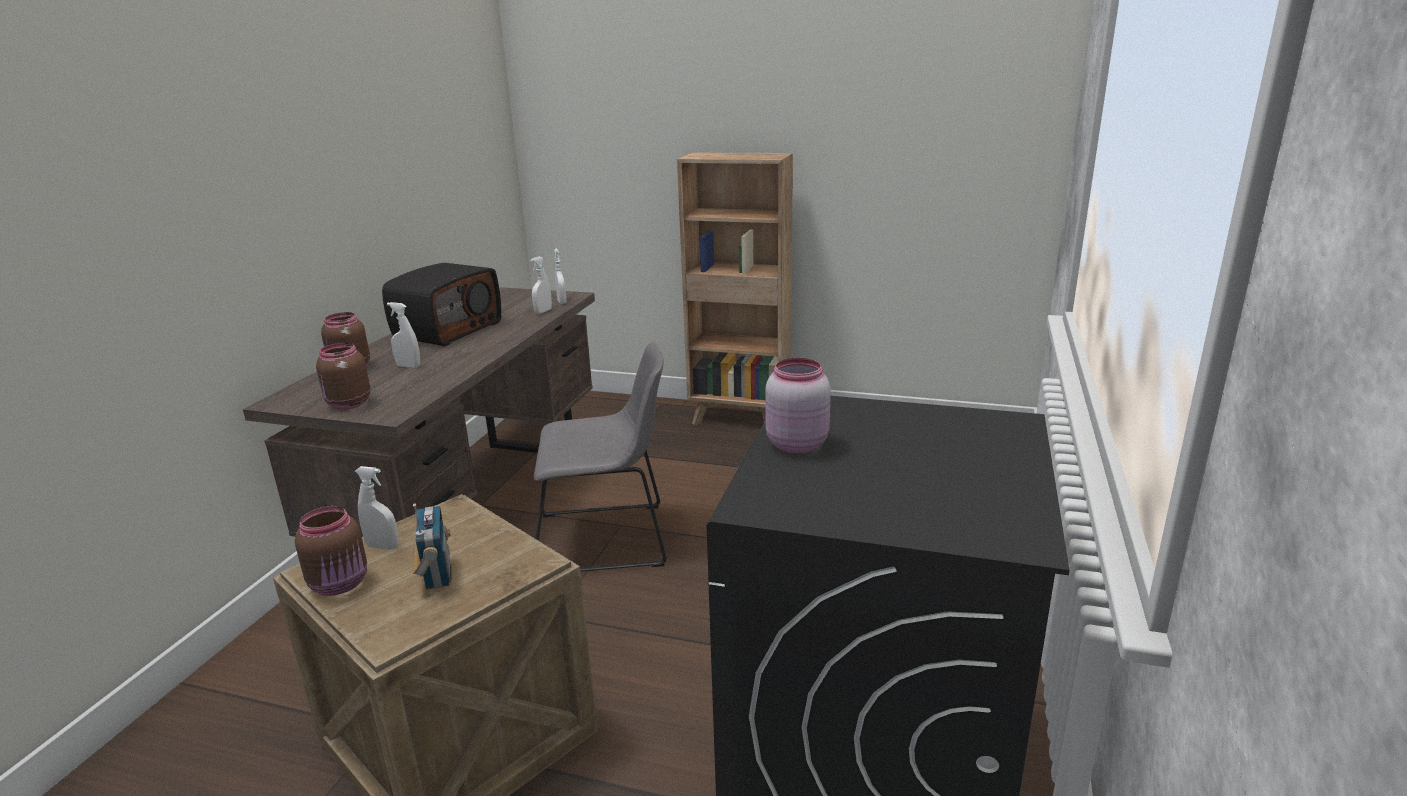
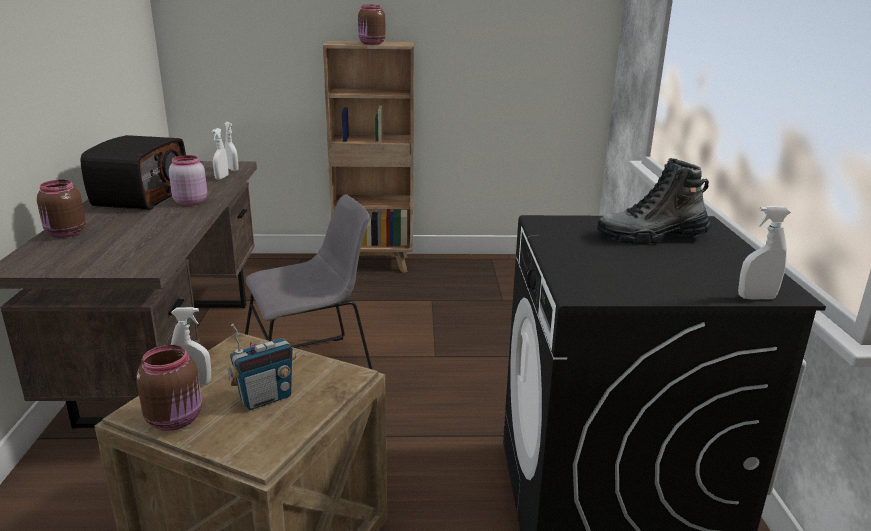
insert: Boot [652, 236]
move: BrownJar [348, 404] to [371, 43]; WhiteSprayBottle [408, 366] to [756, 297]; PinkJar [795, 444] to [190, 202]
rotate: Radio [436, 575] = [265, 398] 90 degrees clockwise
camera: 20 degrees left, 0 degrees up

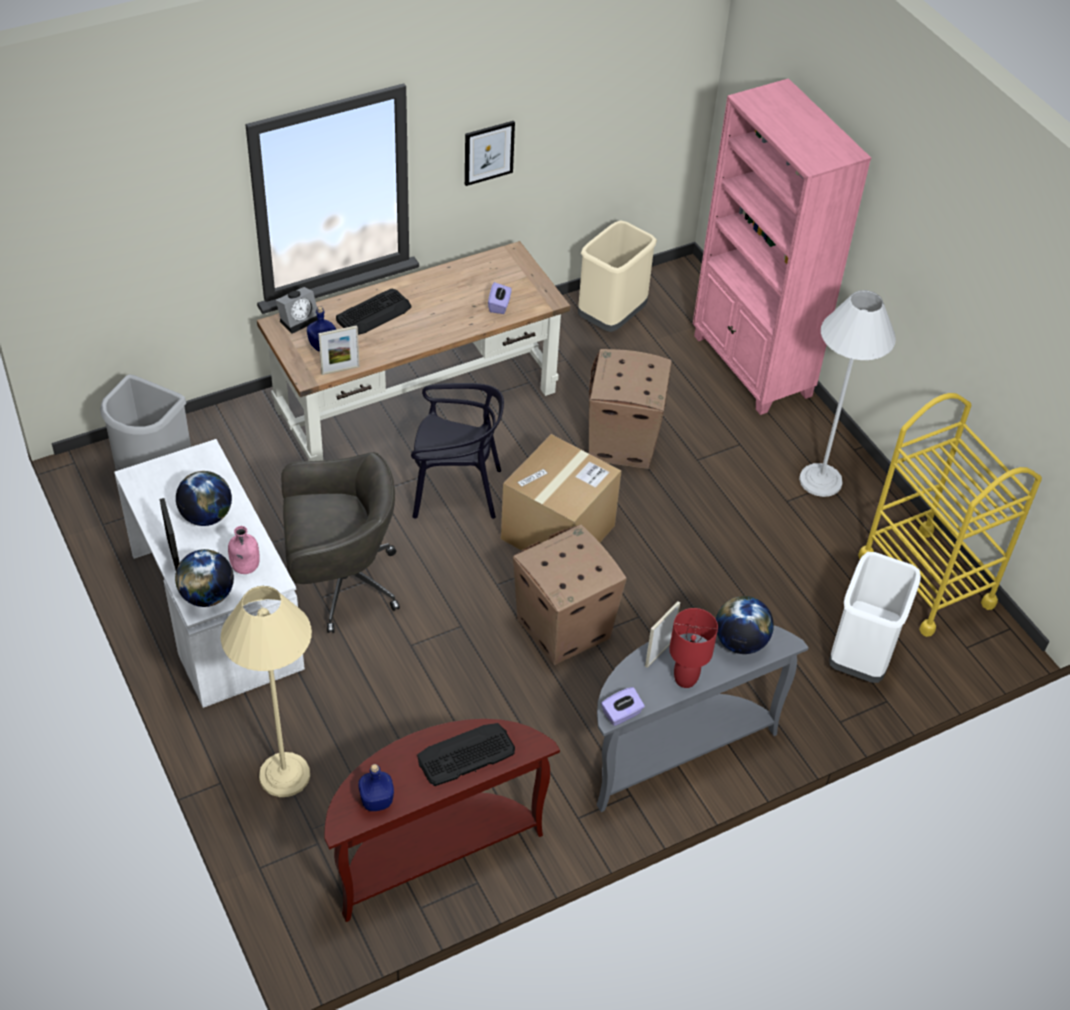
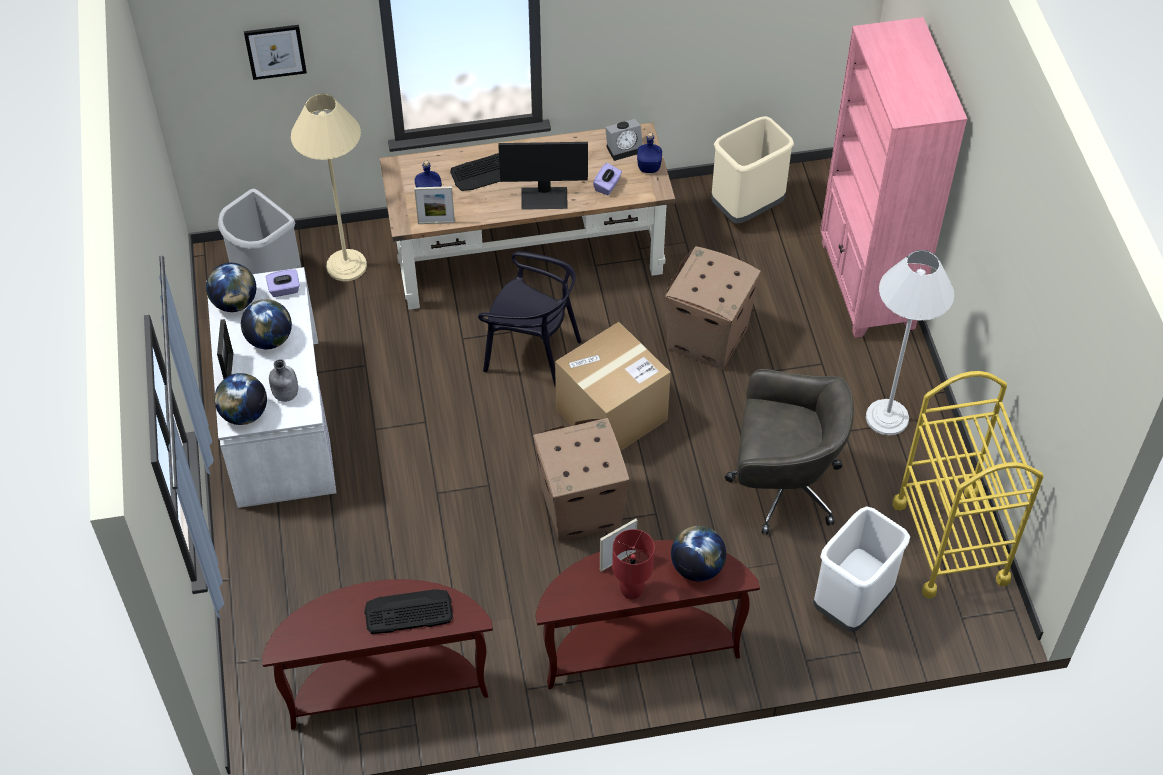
insert: Globe [235, 303]; Monitor [544, 197]
move: BeigeFloorLamp [284, 775] to [346, 266]; AlarmClock [299, 319] to [625, 148]; GreyOfficeChair [339, 584] to [782, 487]; BlueBottle [376, 800] to [649, 167]; Picture [488, 152] to [275, 51]; PurpleTissueBox [621, 714] to [284, 290]
recolor: PinkBottle [245, 567] to GreyBottle [285, 395]; GreyConsoleTable [675, 749] to BrownConsoleTable [639, 648]
camera: 20 degrees right, 5 degrees up

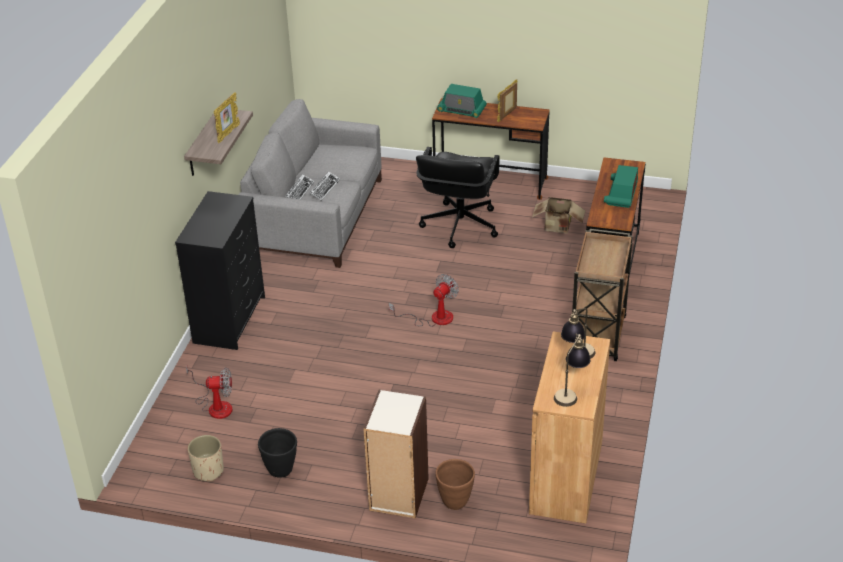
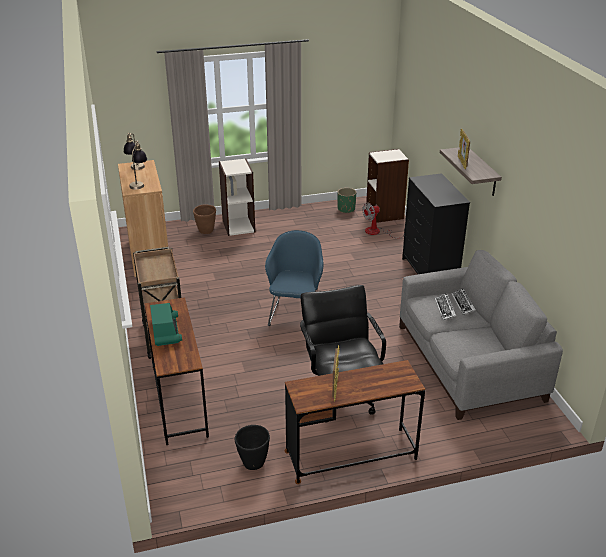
delete: Radio [461, 110]; CardboardBox [558, 228]
insert: Bookcase [385, 214]
move: BlackPlanter [281, 470] to [253, 463]
replace: Fan [433, 318] to BlueArmchair [295, 313]
recolor: BeigePlanter [208, 471] to GreenPlanter [346, 209]
camera: 150 degrees right, 5 degrees down

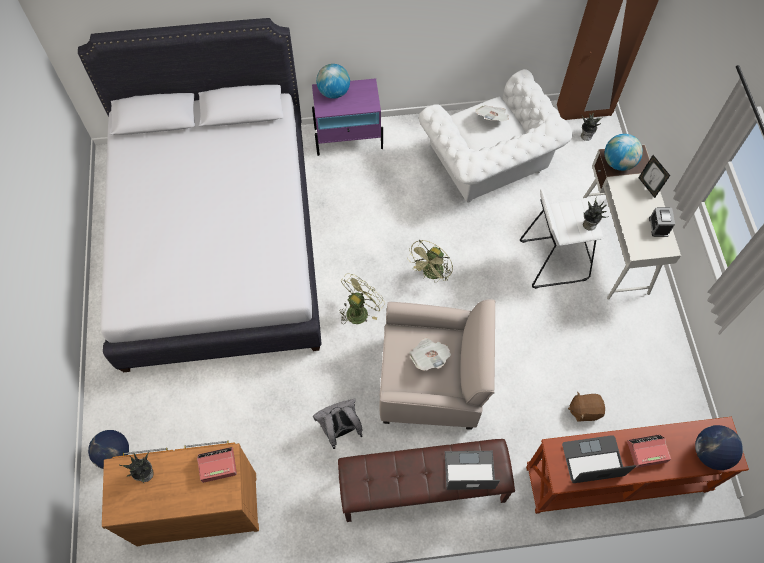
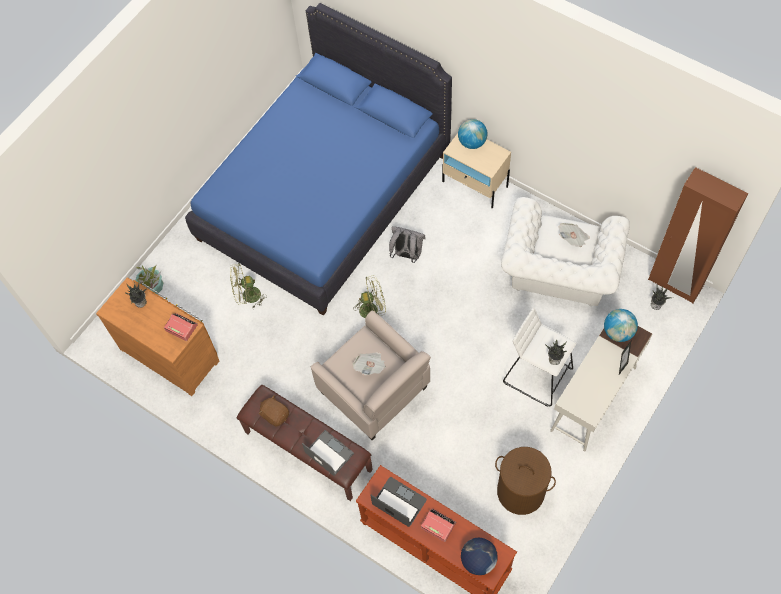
delete: AlarmClock [658, 226]
insert: BrownLaundryBasket [520, 492]
move: GreyBackpack [340, 429] to [407, 254]; GreenFan [431, 274] to [247, 297]; BrownPlushToy [584, 410] to [275, 415]
replace: Globe [114, 454] to PottedPlant [152, 286]
recolor: WhiteBed [217, 241] to BlueBed [323, 195]; PurpleNightstand [349, 138] to BeigeNightstand [475, 184]
camera: 45 degrees right, 0 degrees up

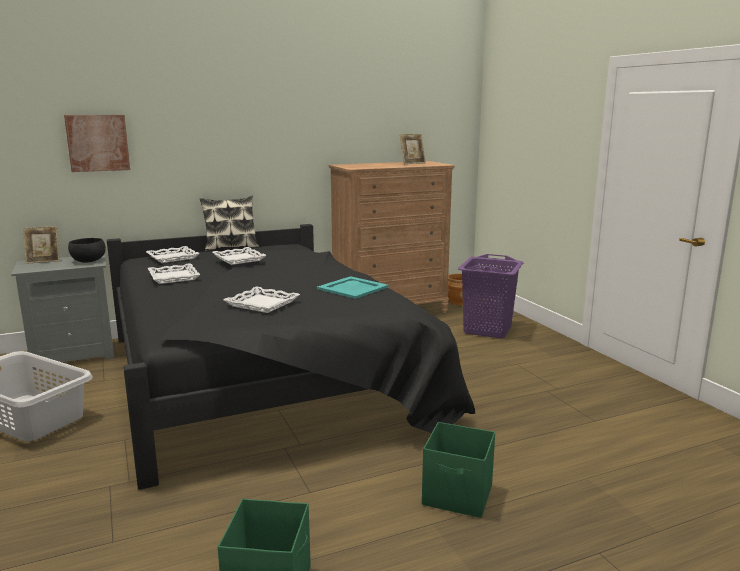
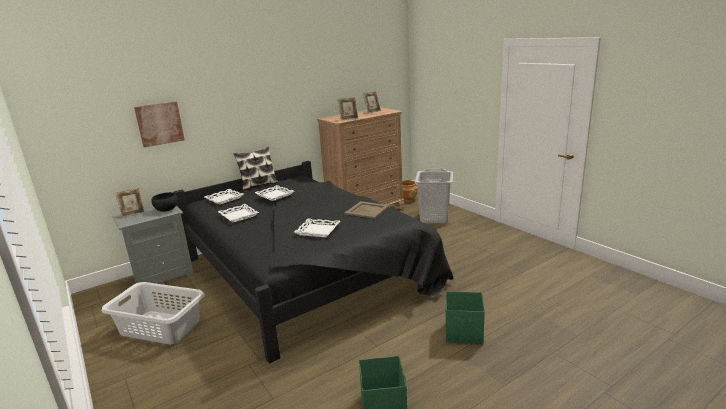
insert: PictureFrame [348, 119]
recolor: TurquoiseTray [352, 288] to BeigeTray [366, 210]; PurpleLaundryBasket [488, 330] to GreyLaundryBasket [434, 218]
camera: 10 degrees left, 5 degrees up

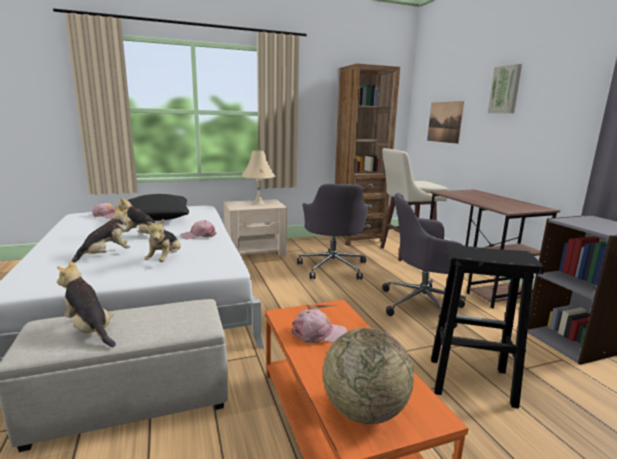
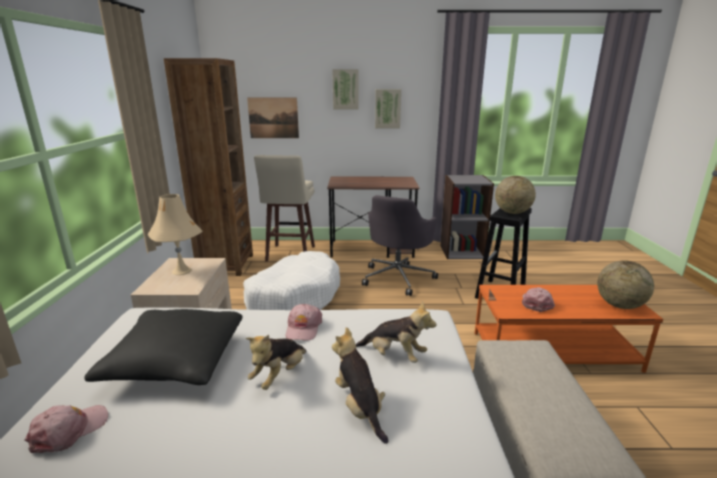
delete: PlushToy [90, 330]
insert: Picture [387, 108]; Globe [512, 212]
replace: GreyOfficeChair [333, 267] to WhiteDogBed [294, 296]
camera: 70 degrees left, 5 degrees up

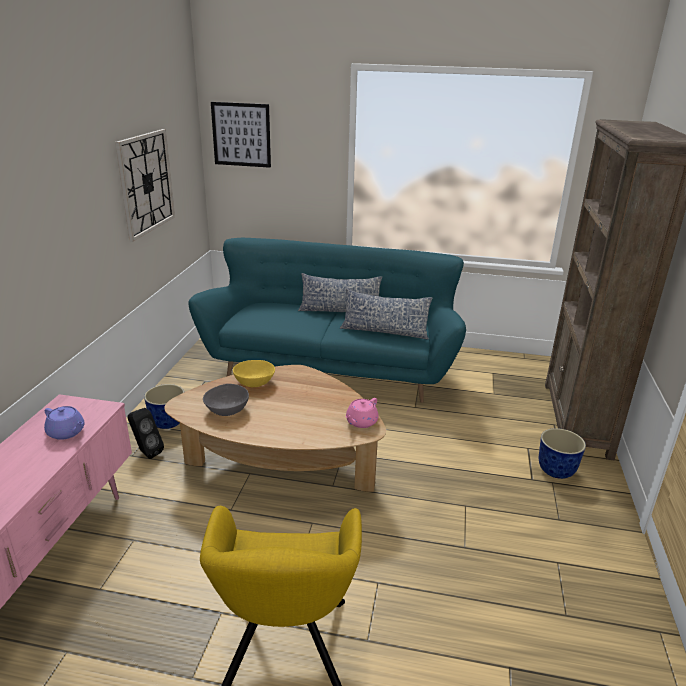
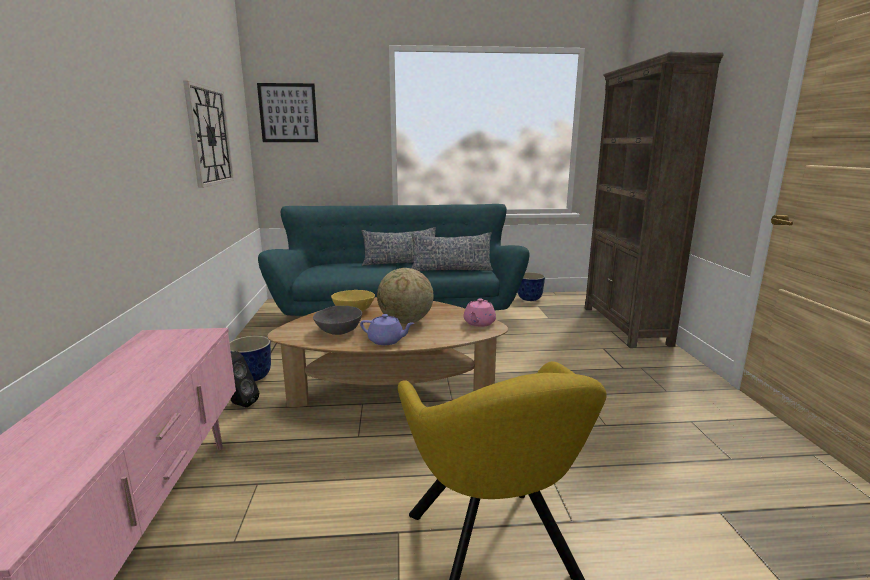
insert: Globe [405, 322]
move: PurpleTeapot [67, 432] to [386, 341]; Planter [556, 470] to [529, 299]
camera: 15 degrees left, 10 degrees down

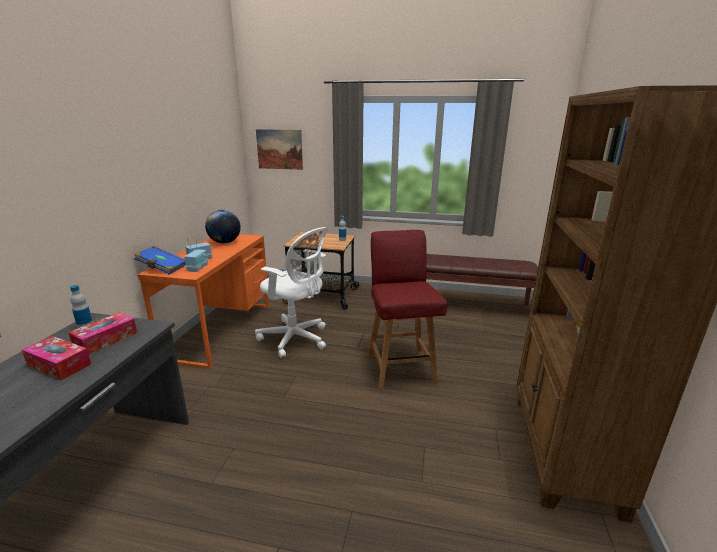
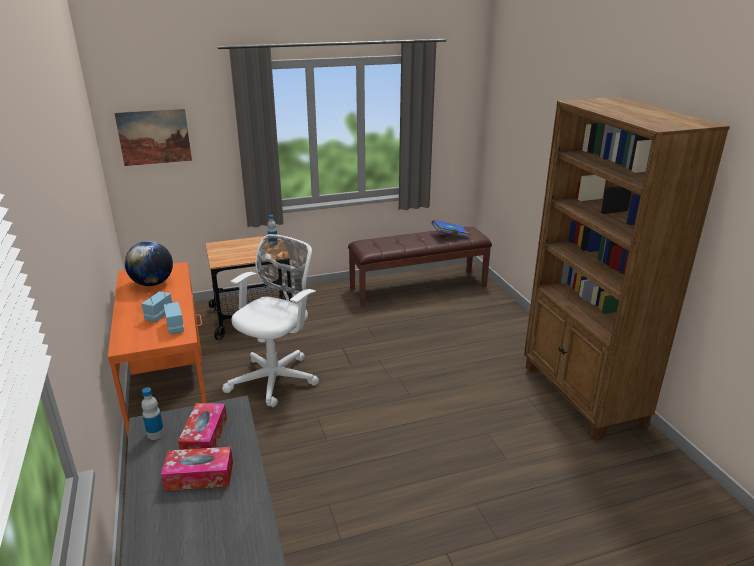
delete: RedChair [400, 367]
move: BlueBook [162, 268] to [450, 236]
rotate: WhiteOfficeChair [296, 339] = [276, 378] 60 degrees counterclockwise
camera: 30 degrees left, 5 degrees up

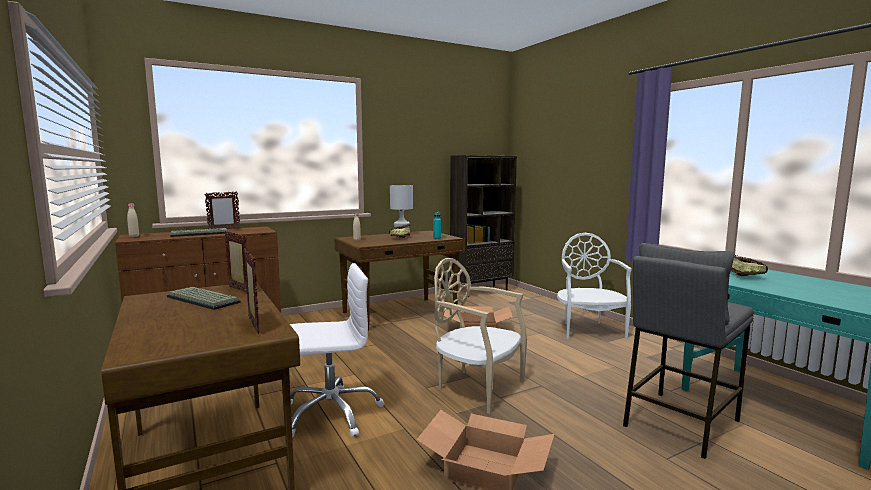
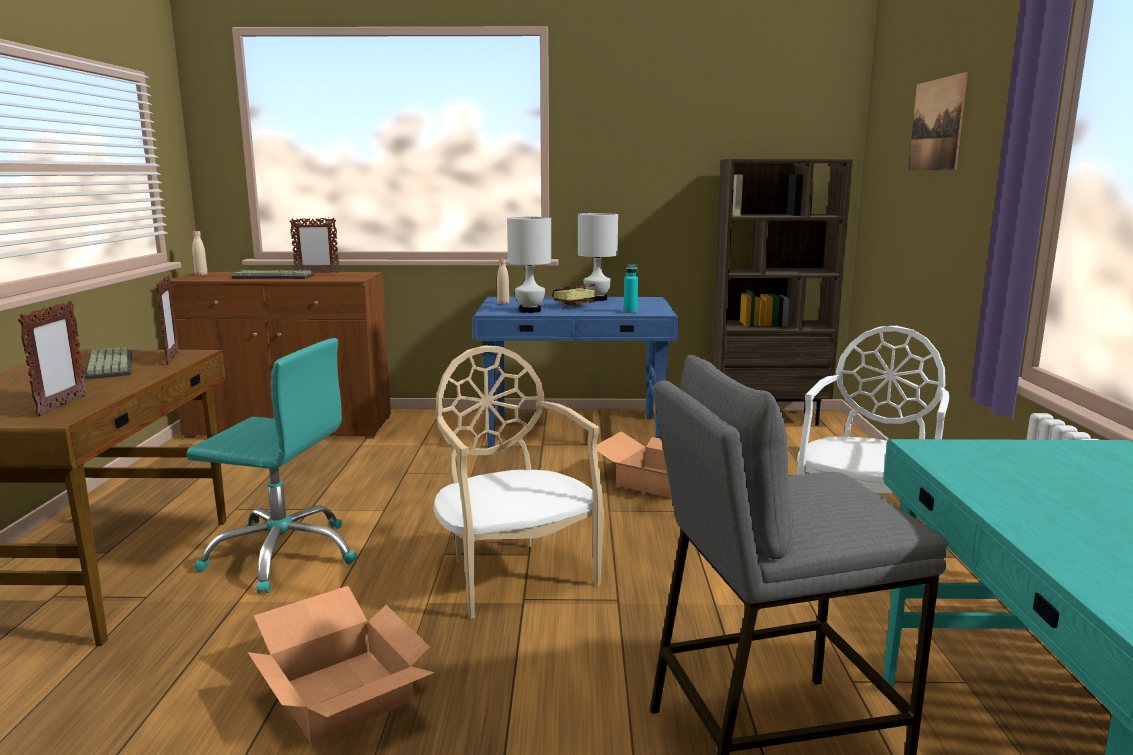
delete: Book [743, 275]
insert: WhiteTableLamp [530, 310]; Picture [936, 124]
recolor: WhiteOfficeChair [331, 413] to TurquoiseOfficeChair [283, 555]; BrownDesk [400, 313] to BlueDesk [576, 434]
camera: 30 degrees right, 5 degrees up

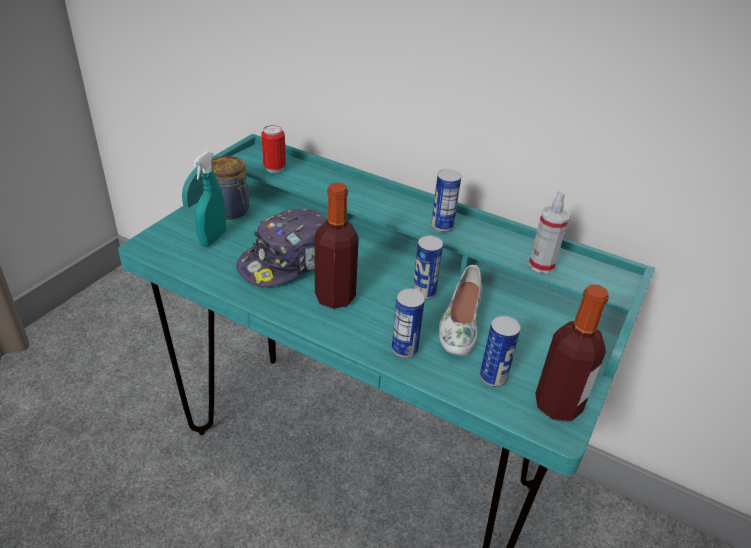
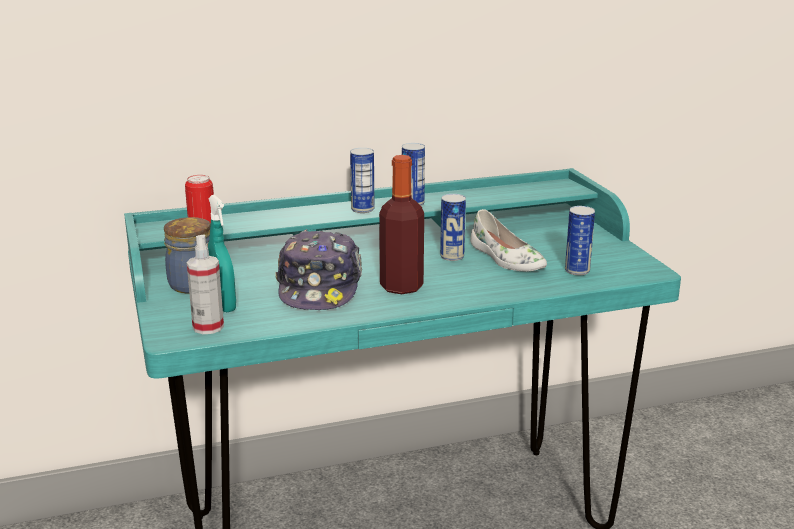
delete: Bottle [557, 405]
move: Can [404, 350] to [362, 209]; SprayBottle [541, 265] to [208, 327]
camera: 45 degrees left, 15 degrees down

